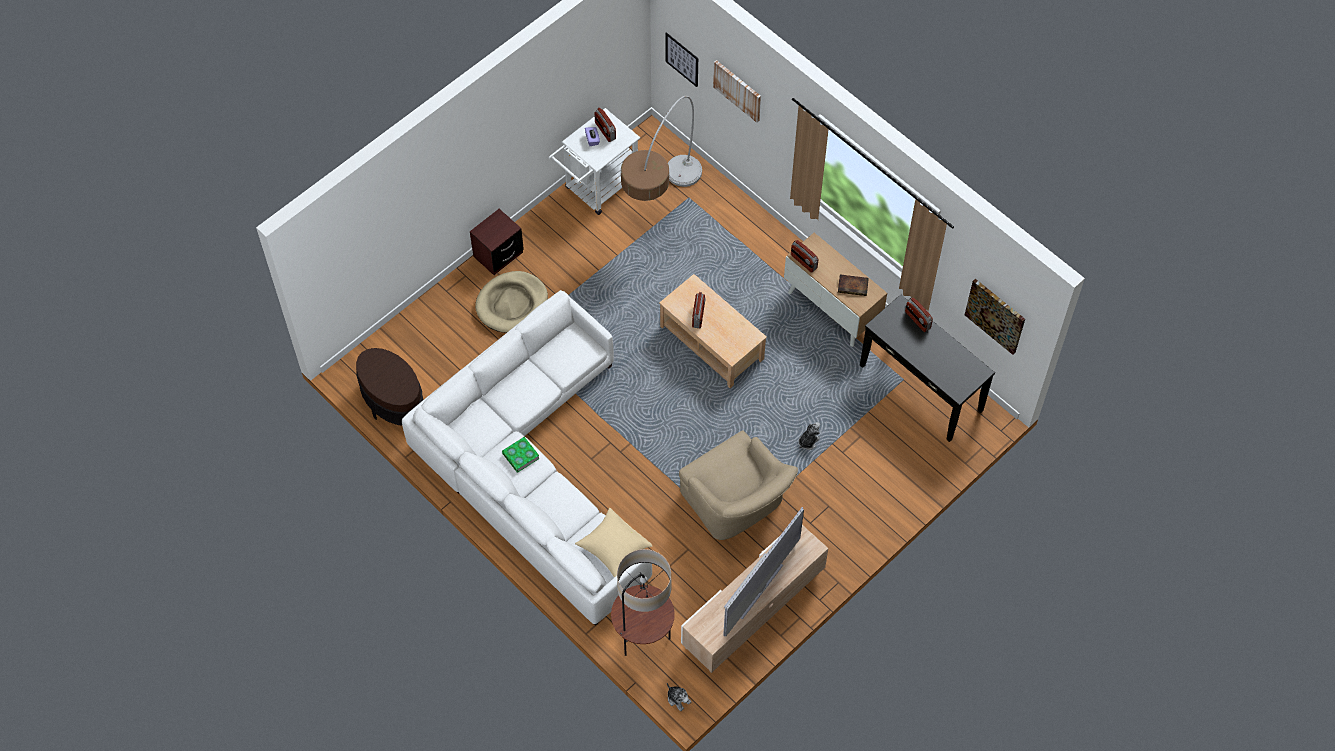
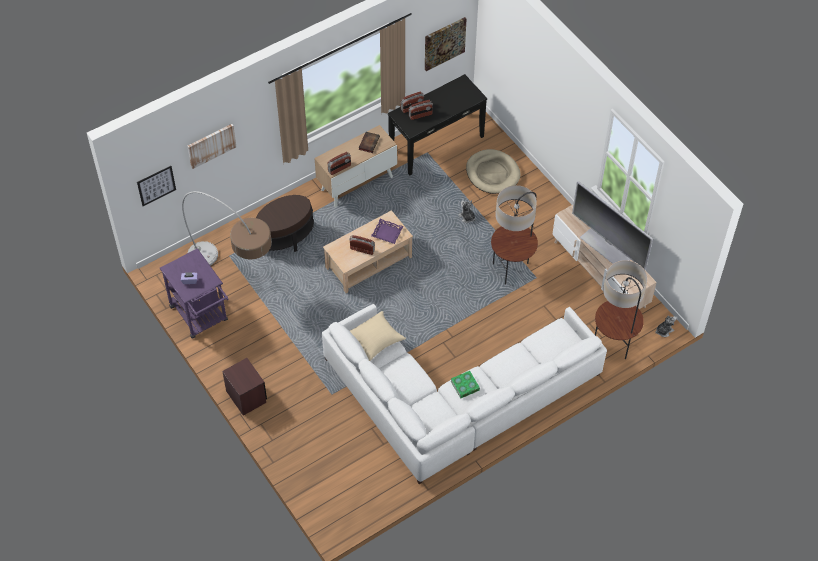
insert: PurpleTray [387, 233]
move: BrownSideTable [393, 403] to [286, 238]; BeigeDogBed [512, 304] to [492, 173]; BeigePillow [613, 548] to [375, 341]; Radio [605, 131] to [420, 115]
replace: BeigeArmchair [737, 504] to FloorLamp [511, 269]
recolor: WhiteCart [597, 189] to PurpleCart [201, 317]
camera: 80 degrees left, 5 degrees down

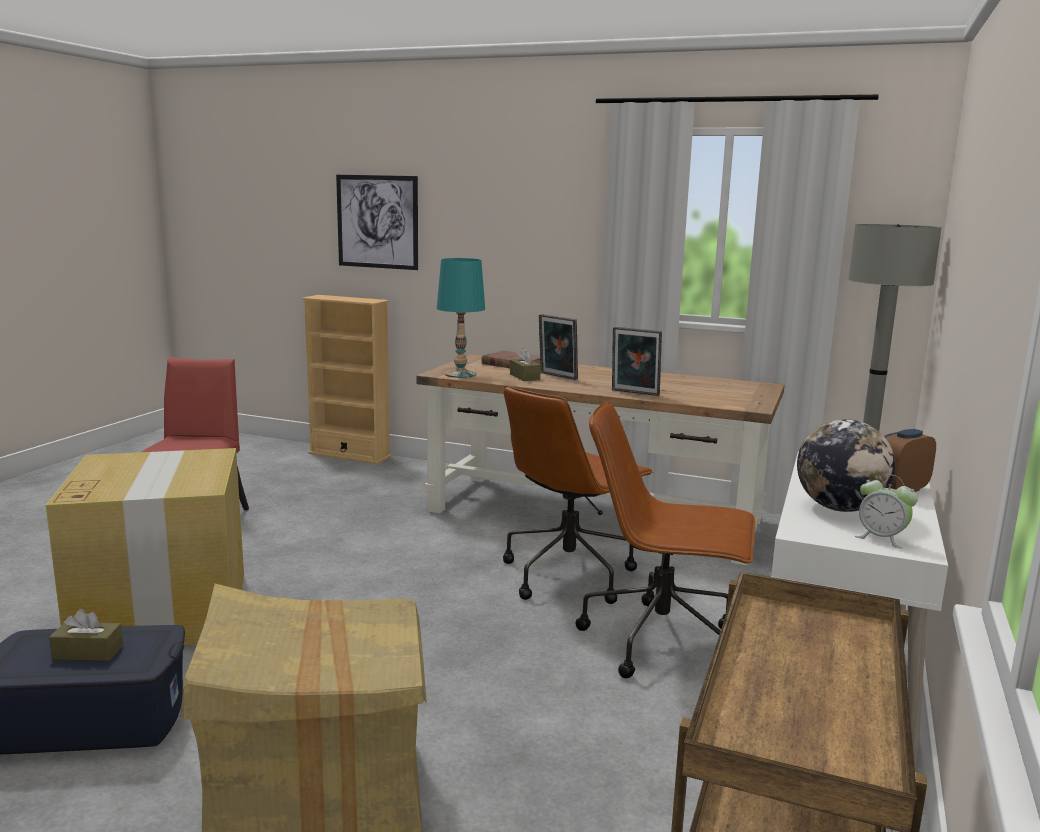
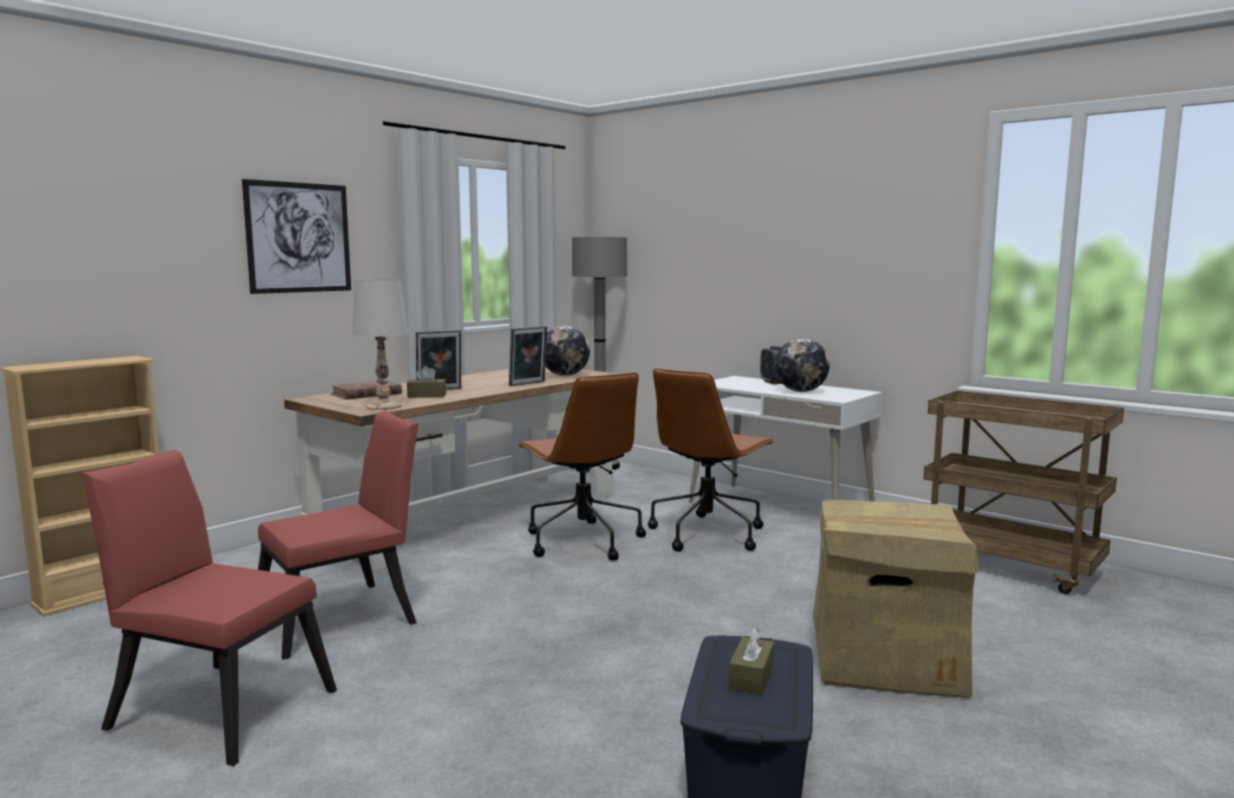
delete: CardboardBox [163, 610]; AlarmClock [881, 538]
insert: RedChair [345, 618]; Globe [565, 375]
move: Picture [377, 222] to [299, 237]
recolor: TurquoiseTableLamp [460, 374] to WhiteTableLamp [384, 406]
camera: 70 degrees left, 5 degrees down

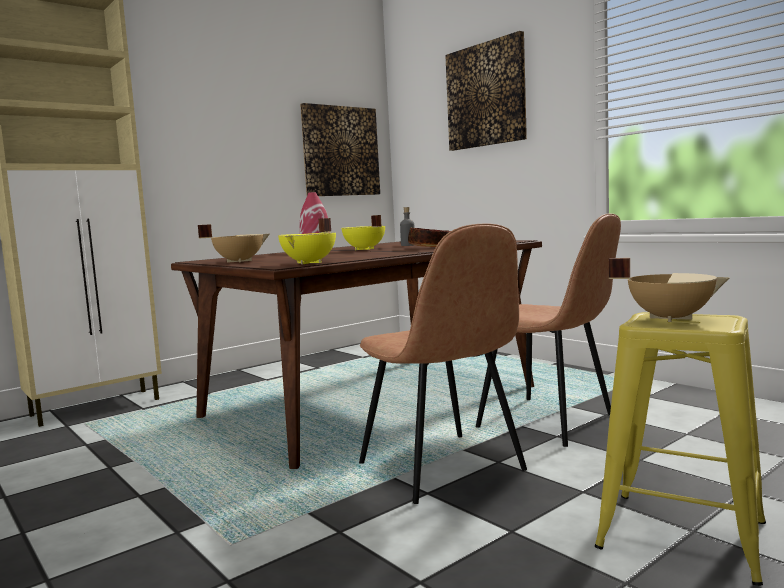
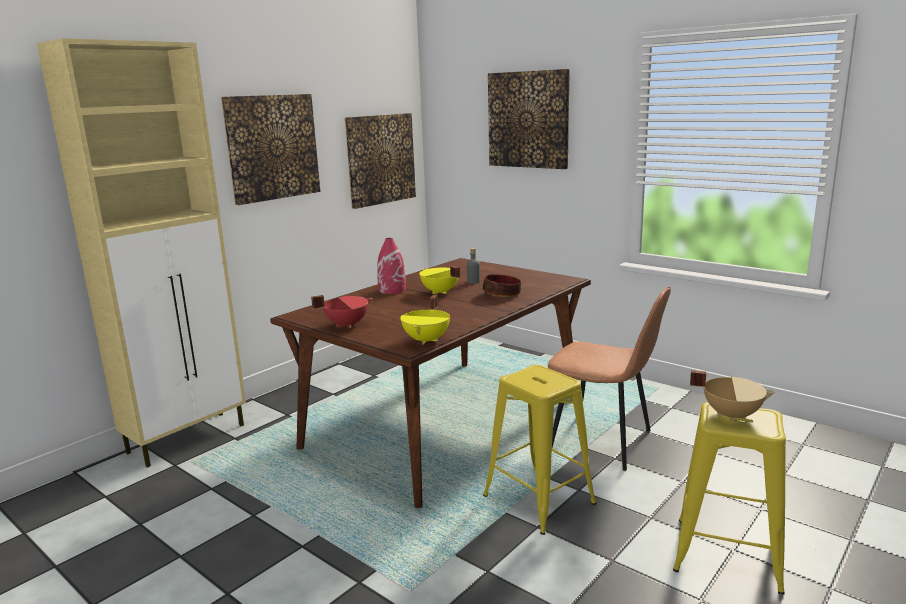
insert: Picture [272, 147]
replace: BrownChair [442, 468] to YellowStool [538, 499]
recolor: BeigeCookingPot [239, 261] to RedCookingPot [346, 324]
camera: 10 degrees left, 10 degrees up

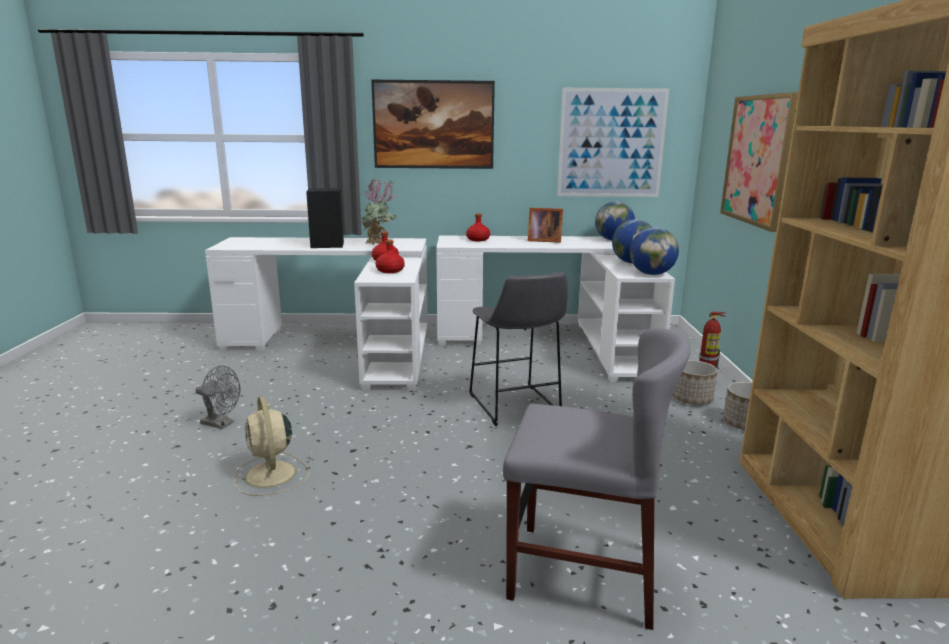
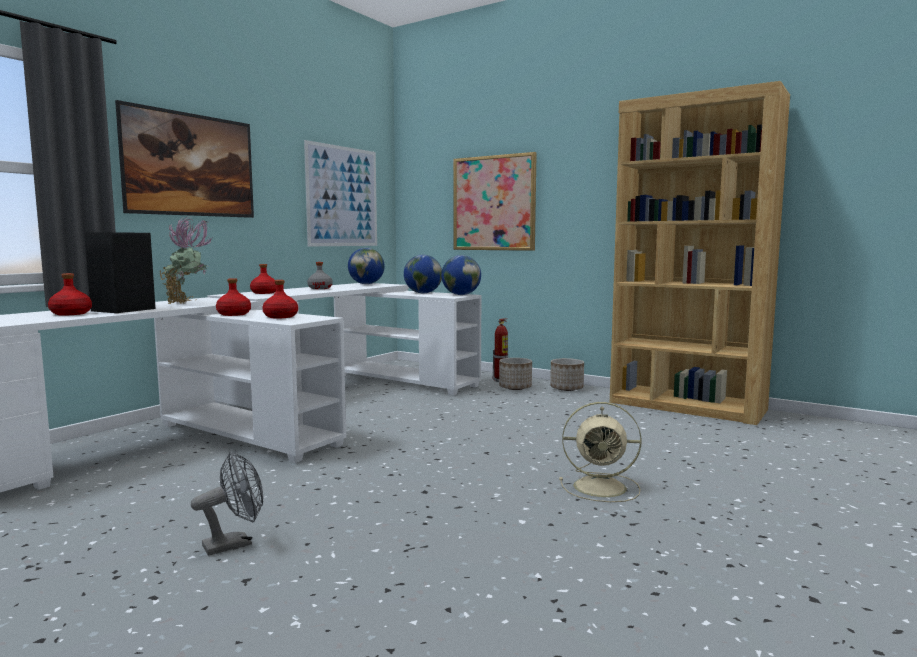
delete: GreyStool [515, 407]; GreyChair [583, 573]
insert: RedBottle [71, 314]
move: BeigeFan [271, 475] to [602, 487]
replace: PictureFrame [543, 240] to GreyBottle [320, 288]
camera: 55 degrees left, 10 degrees down

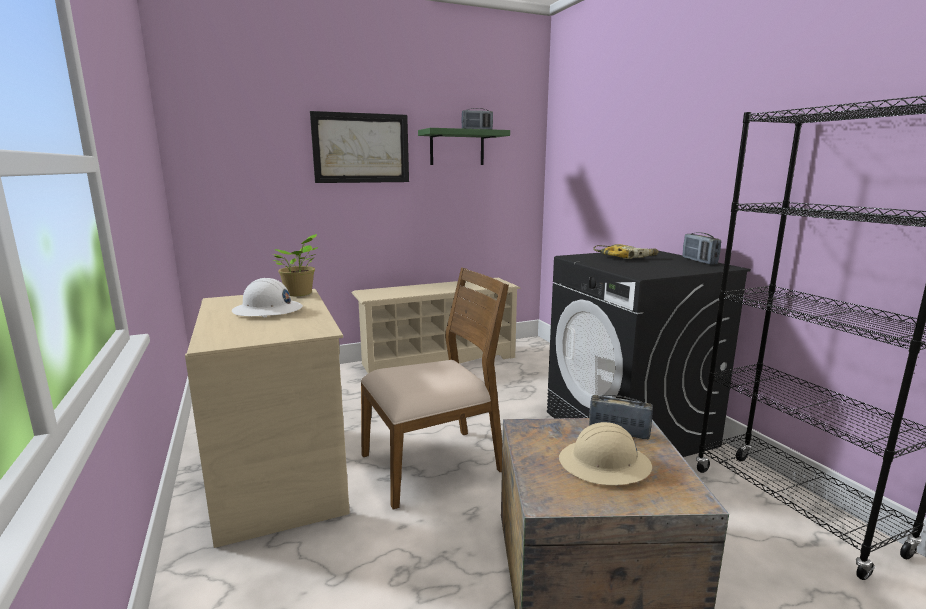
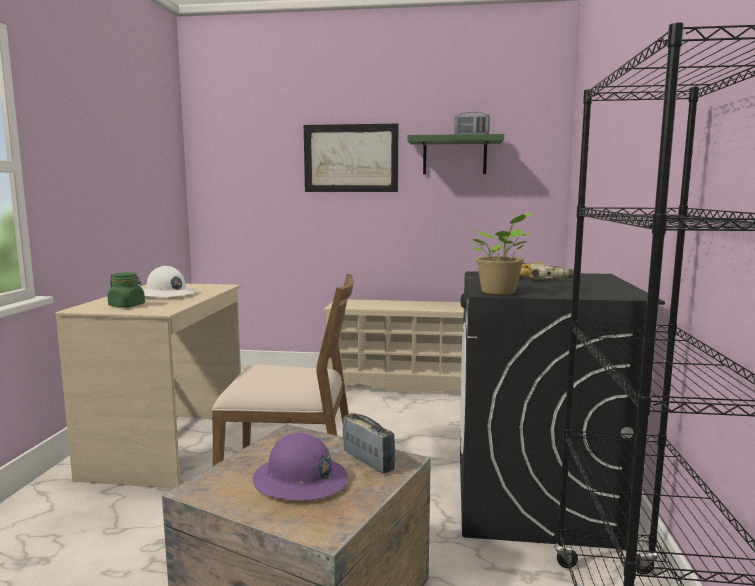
delete: Radio [699, 261]
insert: GreenJar [127, 305]
move: PottedPlant [300, 294] to [500, 292]
recolor: BeigeHardHat [604, 465] to PurpleHardHat [300, 481]
camera: 30 degrees right, 5 degrees down

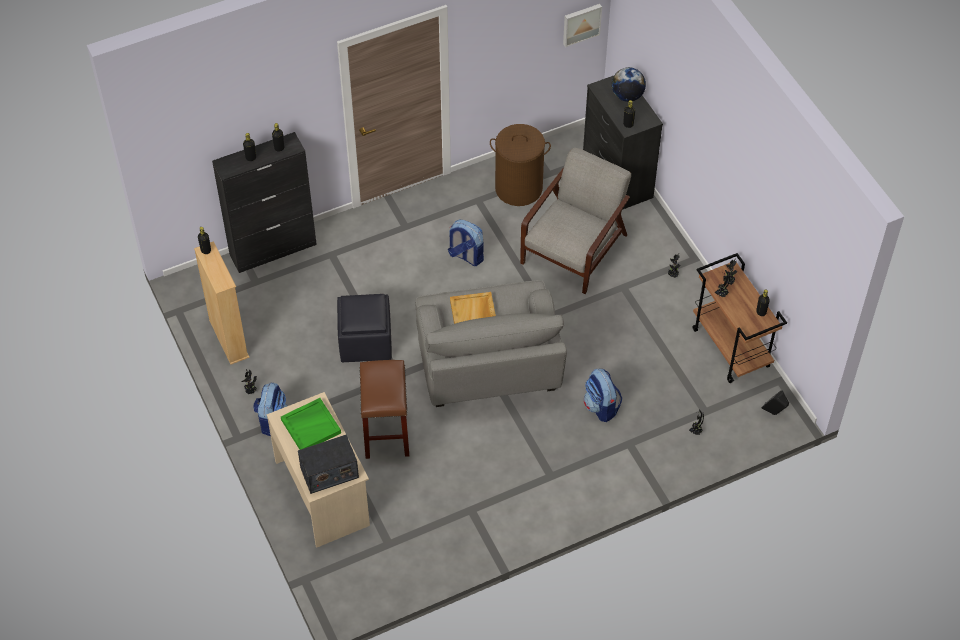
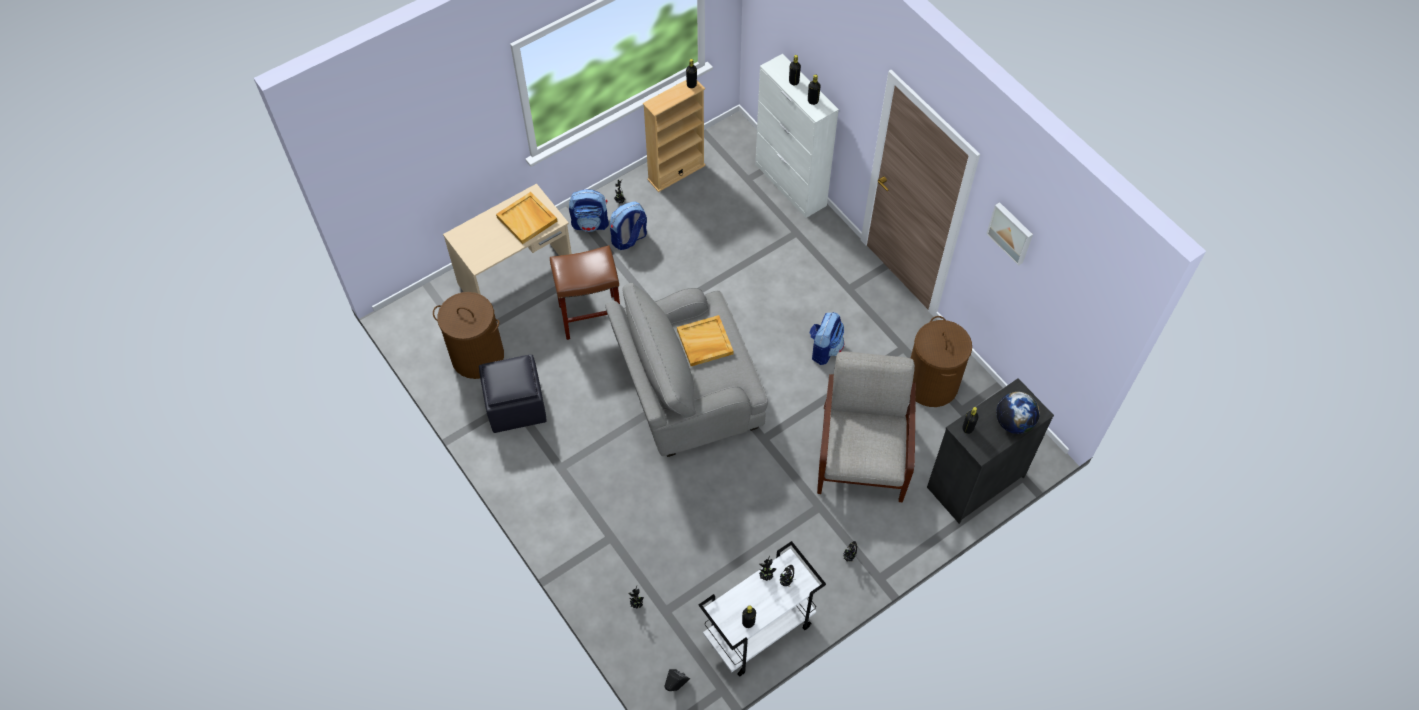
delete: Radio [329, 473]
insert: BrownLaundryBasket [477, 356]
move: BlackOttoman [365, 341] to [516, 405]; Picture [581, 23] to [1011, 232]; Backpack [601, 407] to [629, 239]
recolor: BlackCabinet [273, 249] to WhiteCabinet [790, 185]; GreenTray [311, 426] to BeigeTray [527, 219]; BrownCart [731, 348] to WhiteCart [758, 632]
rotate: GreyArmchair [575, 248] = [862, 451] 105 degrees counterclockwise
camera: 80 degrees right, 5 degrees up

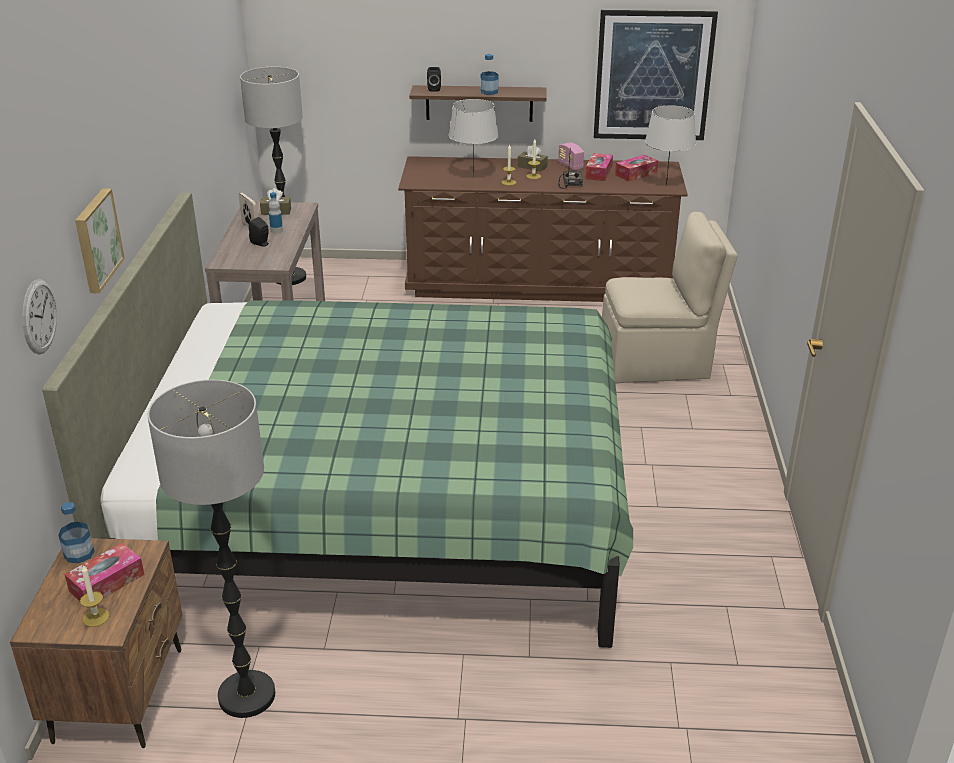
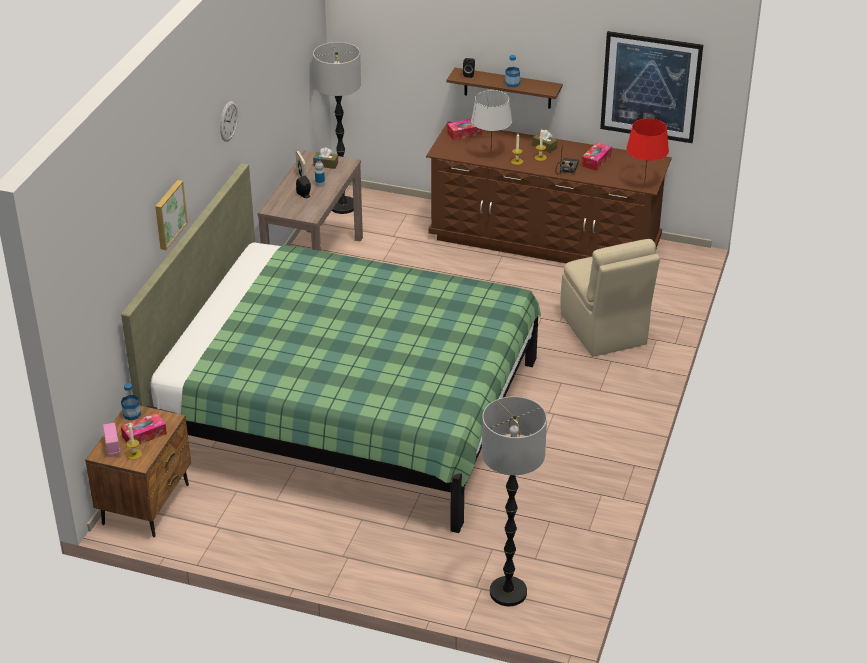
move: WallClock [39, 316] to [228, 121]; FloorLamp [247, 696] to [508, 592]; Radio [570, 166] to [112, 447]; TissueBox [636, 174] to [464, 133]
recolor: GreyTableLamp [666, 185] to RedTableLamp [644, 182]
rotate: BeigeChair [657, 362] = [604, 330] 60 degrees clockwise
camera: 15 degrees right, 5 degrees up

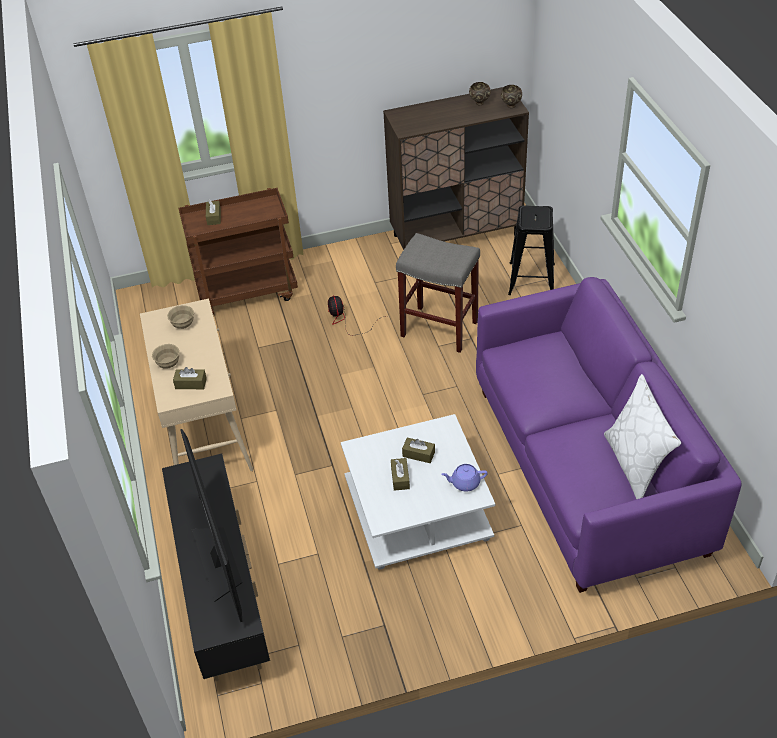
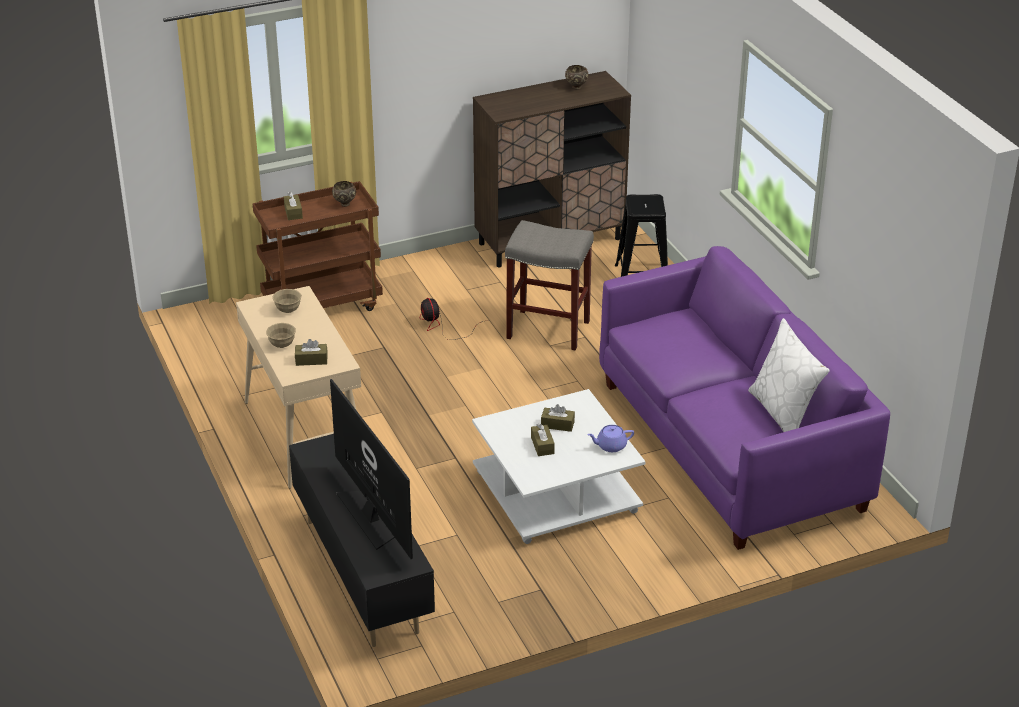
move: BrownBowl [510, 106] to [344, 204]
camera: 10 degrees left, 10 degrees down

